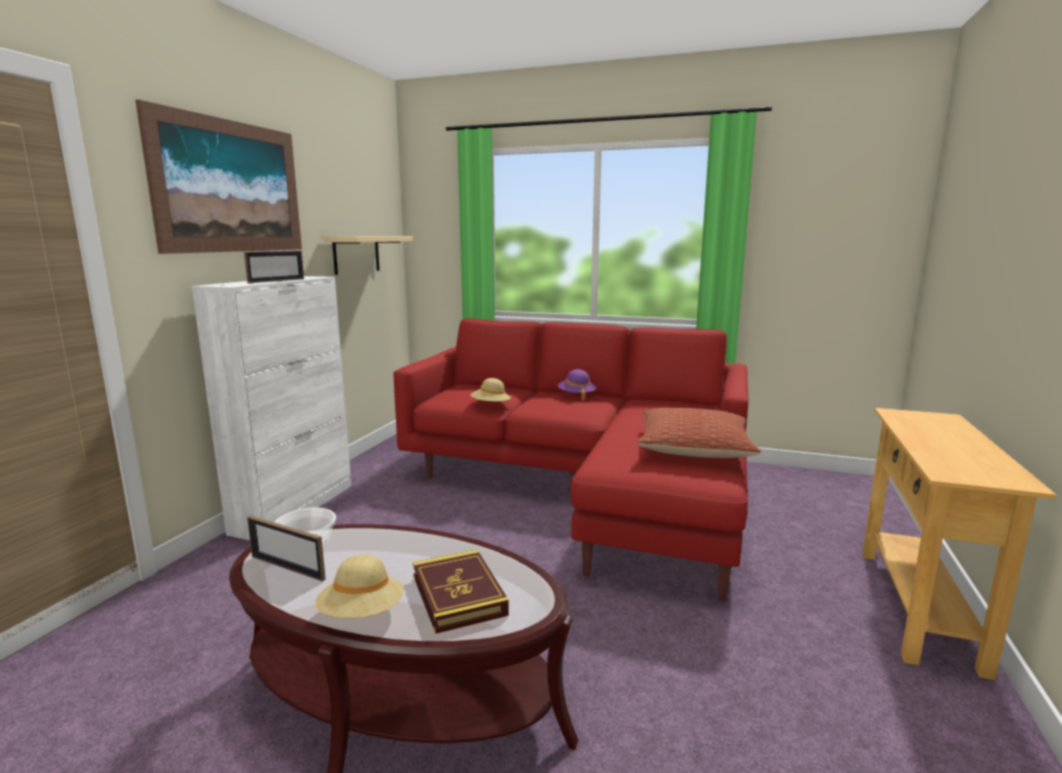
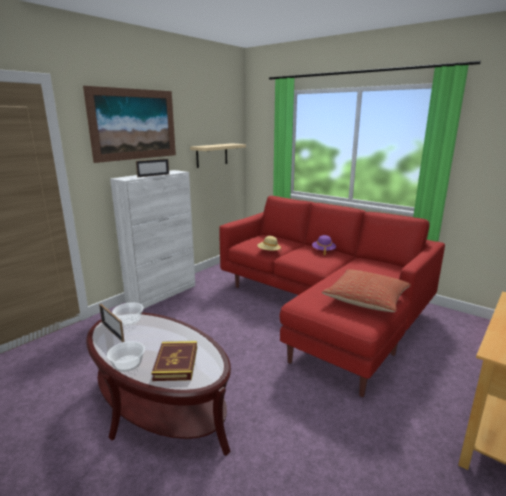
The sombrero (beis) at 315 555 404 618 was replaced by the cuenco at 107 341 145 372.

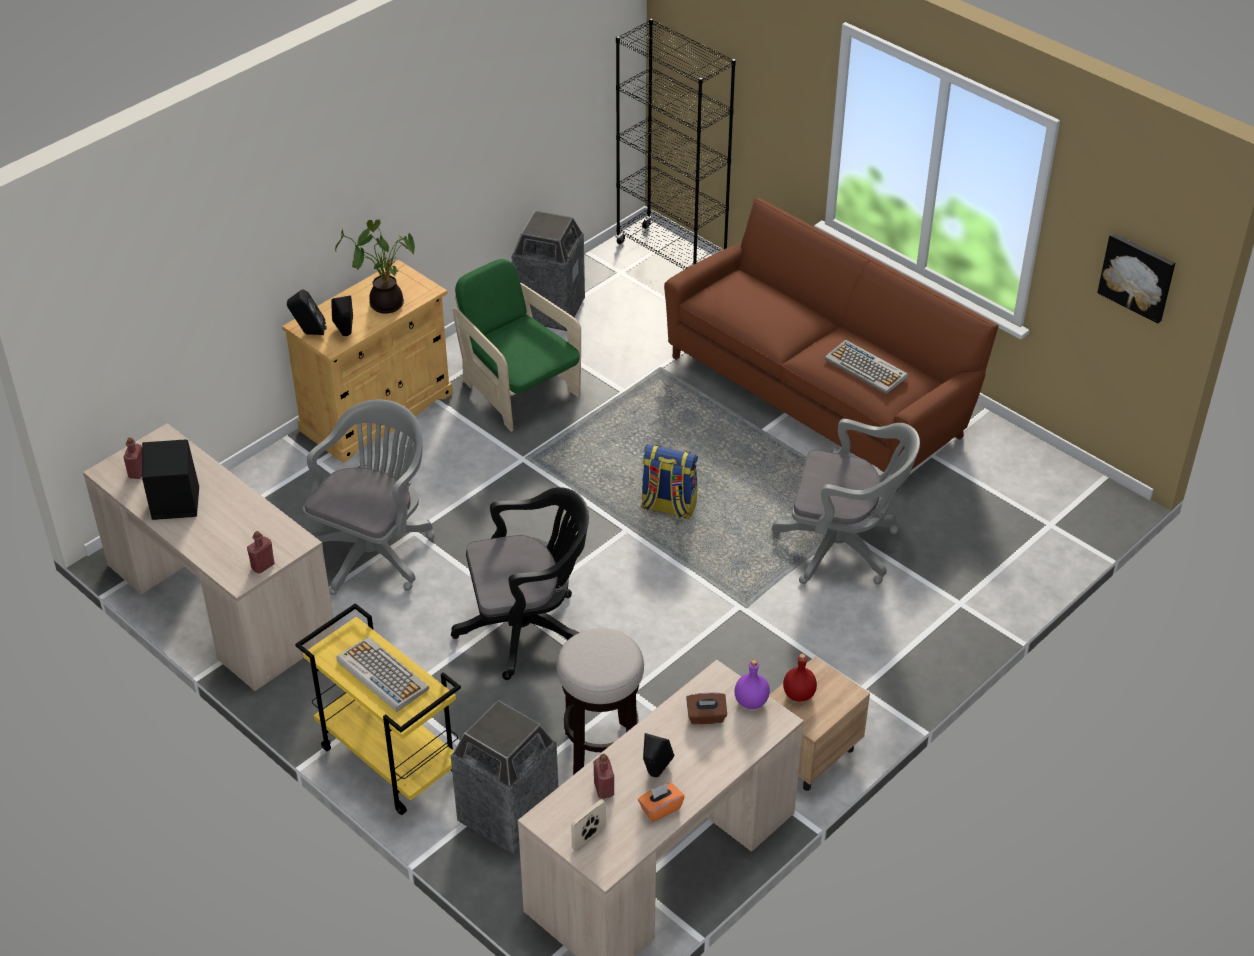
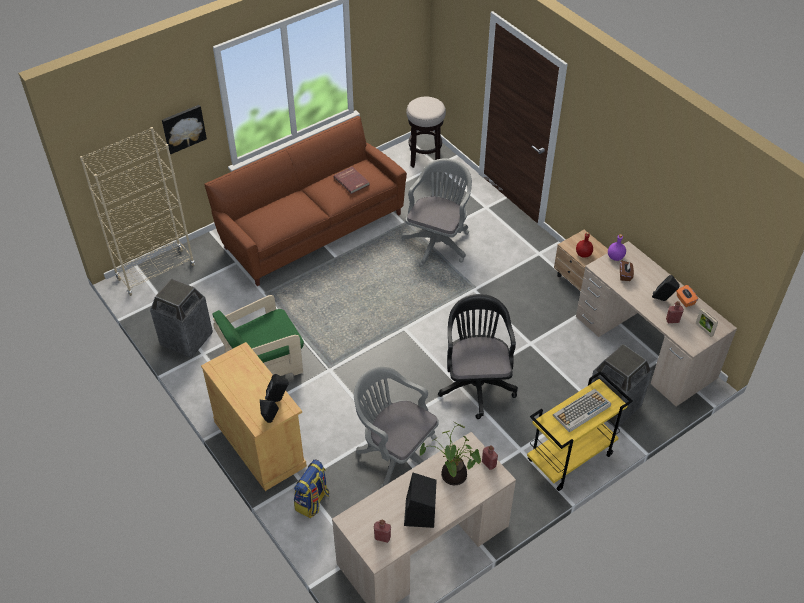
The estantería (negro) at 615 18 736 270 became the estantería (beis) at 80 127 195 296. The cuadro moved from 1097 233 1175 324 to 162 105 207 154. The mochila moved from 641 444 698 519 to 294 459 329 518. The teclado at 825 340 908 394 was replaced by the libro (rojo) at 334 167 370 194. The taburete moved from 557 628 644 775 to 406 97 446 168. The planta en maceta moved from 335 219 415 314 to 419 422 481 485.

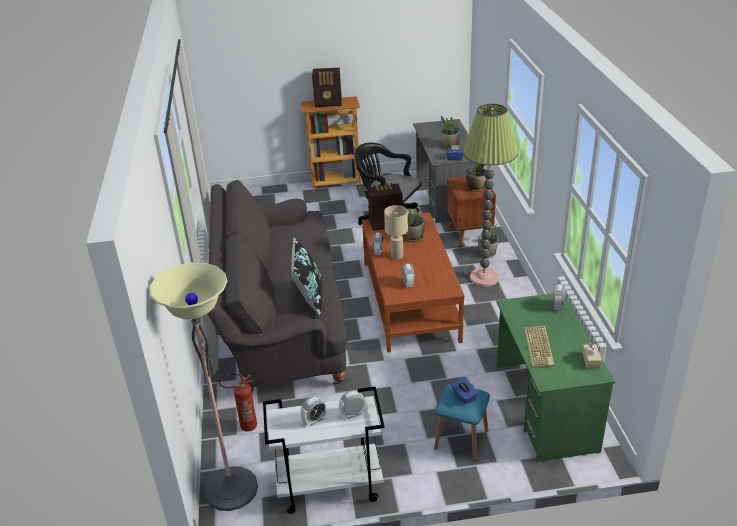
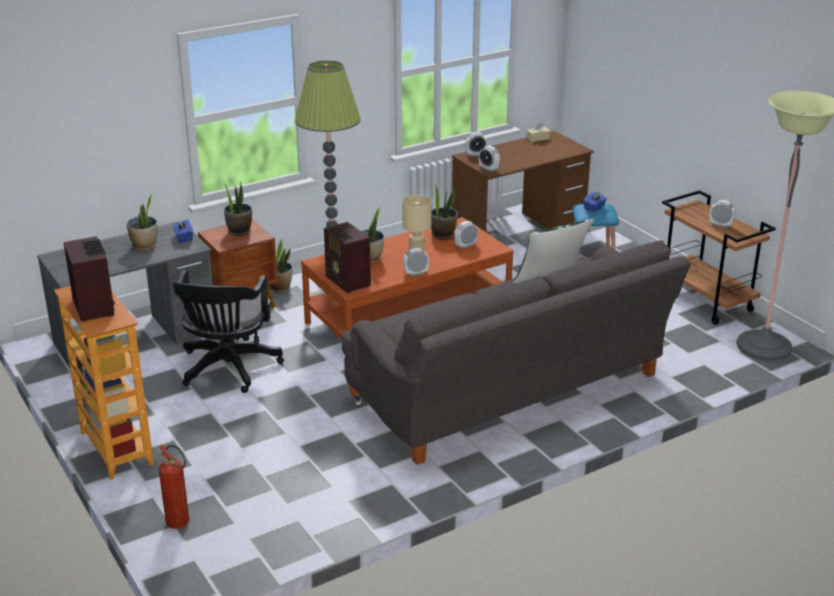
The extintor moved from 219 373 257 431 to 159 445 189 529. The planta en maceta at 431 185 458 240 appeared. The escritorio (verde) at 496 293 615 462 became the escritorio (marrón) at 452 131 594 232. The despertador moved from 339 390 366 419 to 479 145 500 172. The carrito (blanco) at 263 387 384 514 became the carrito (marrón) at 662 190 776 325. The teclado at 524 326 554 367 disappeared.

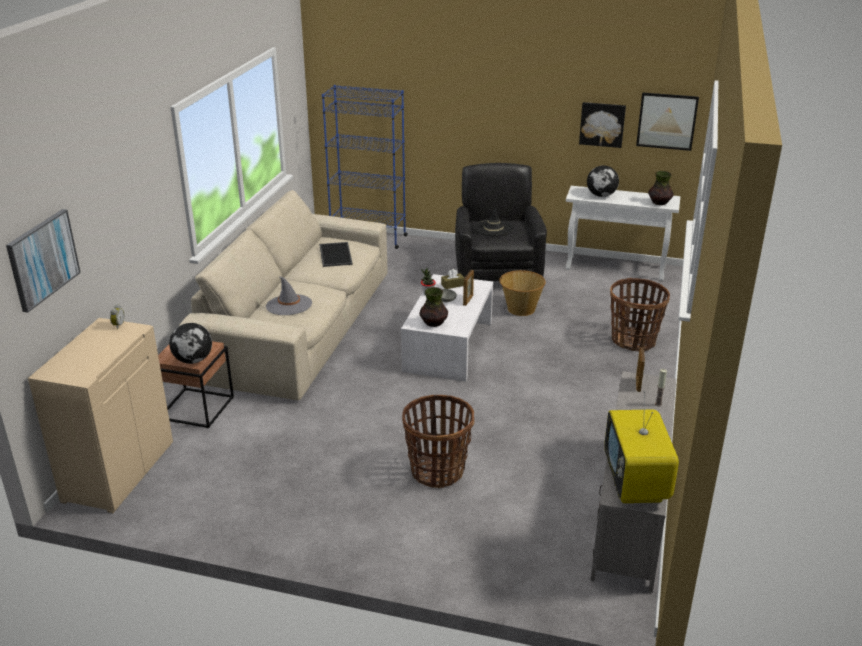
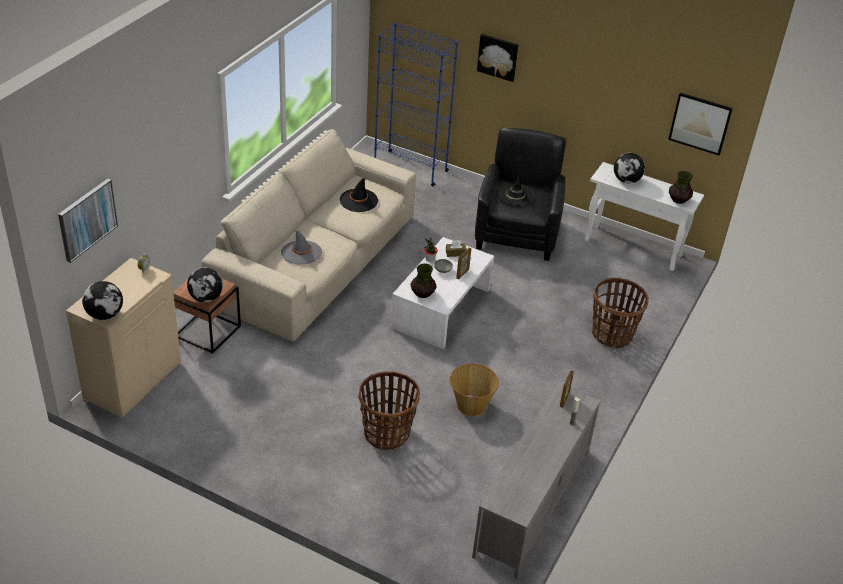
The globo terráqueo at 82 281 123 320 appeared. The bandeja at 319 242 353 267 was replaced by the sombrero (negro) at 340 178 378 212. The cesta moved from 499 270 546 316 to 450 363 499 416. The cuadro moved from 579 102 626 148 to 477 34 519 82. The televisor at 604 391 679 503 disappeared.

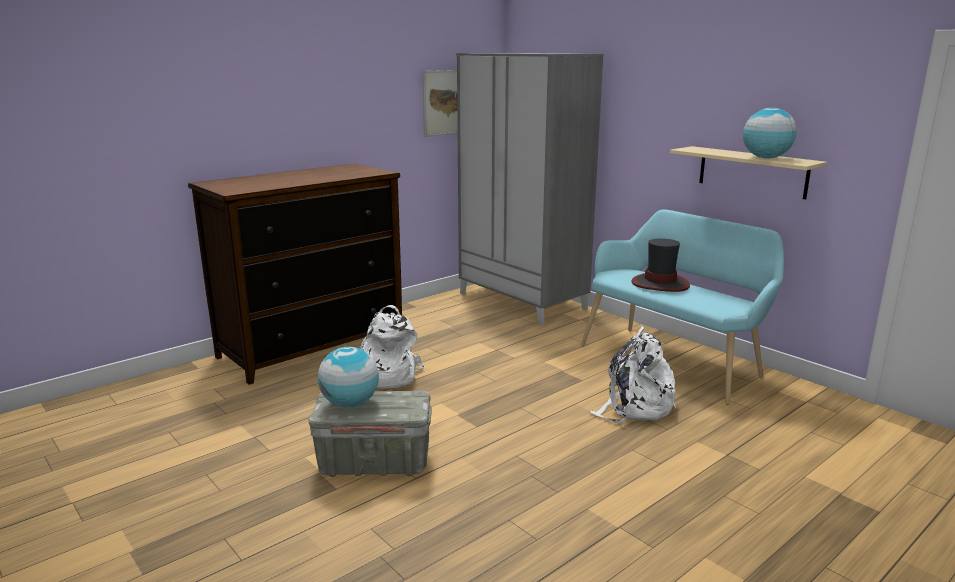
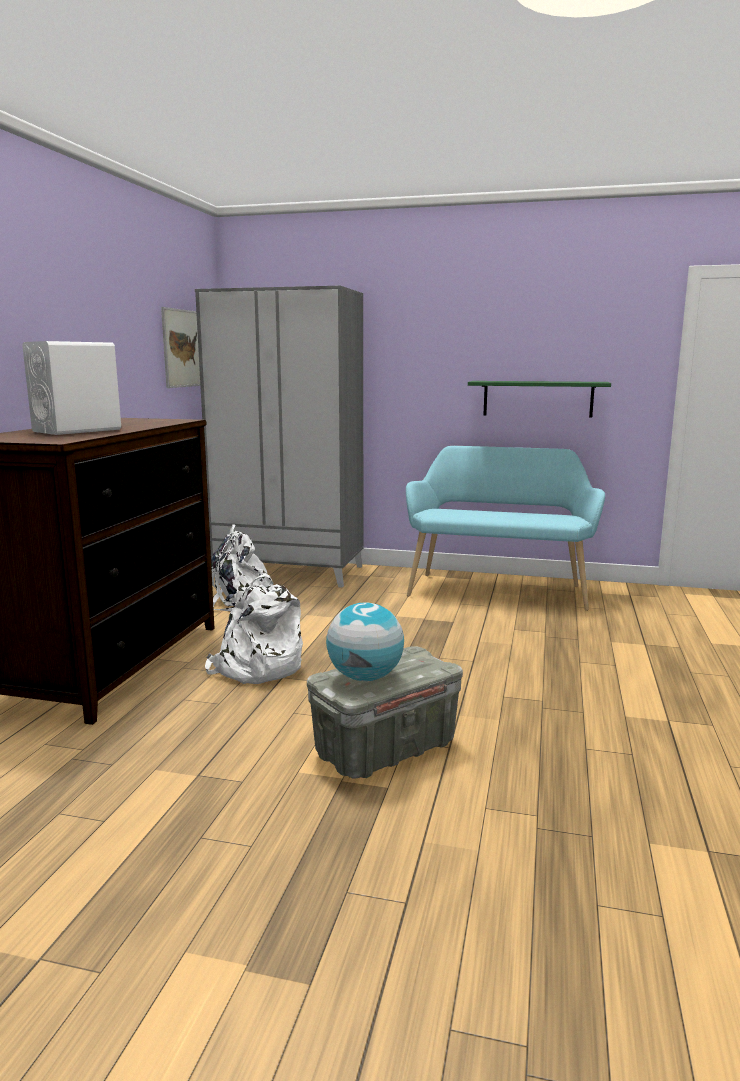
The altavoz (blanco) at 22 341 121 435 appeared. The mochila (blanco) moved from 590 326 676 424 to 211 524 271 611. The estante (beis) at 670 146 827 199 became the estante (verde) at 468 381 611 418. The sombrero at 631 238 690 292 disappeared. The globo terráqueo at 743 108 797 159 disappeared.

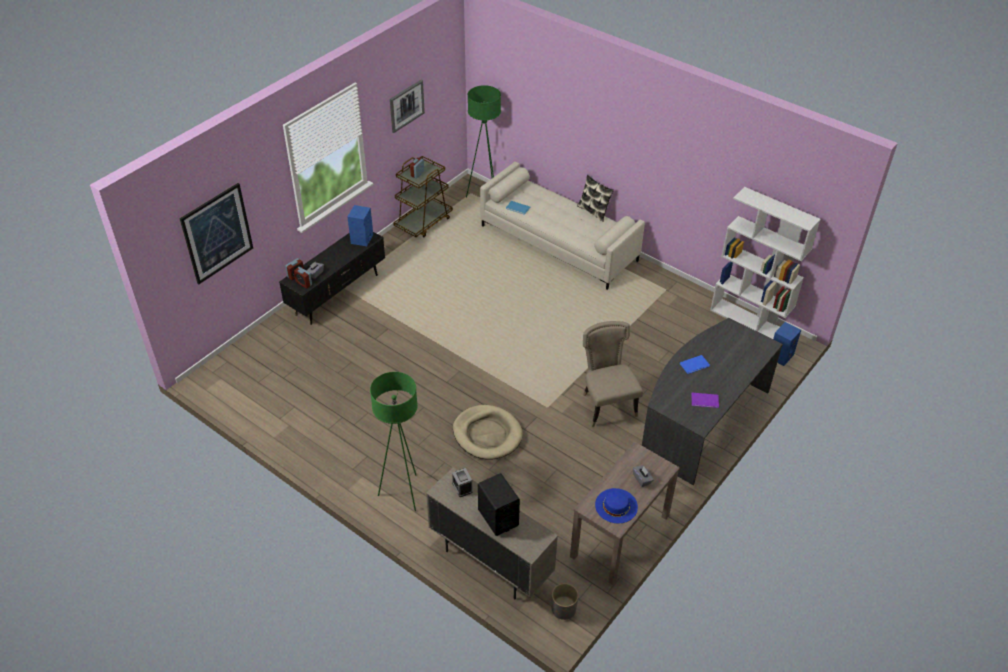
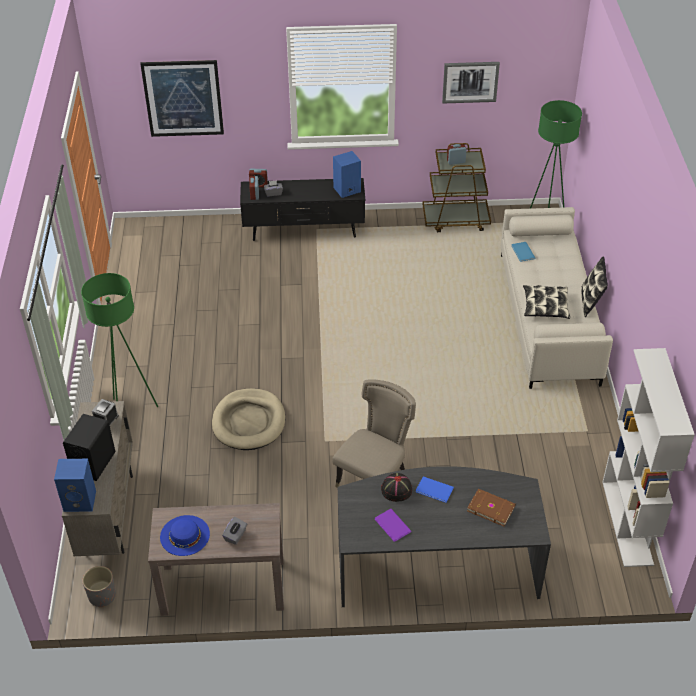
The altavoz (azul) moved from 773 322 801 366 to 54 459 96 512. The sombrero (negro) at 381 473 412 502 appeared. The libro (marrón) at 467 489 516 526 appeared. The cojín at 523 285 570 319 appeared.

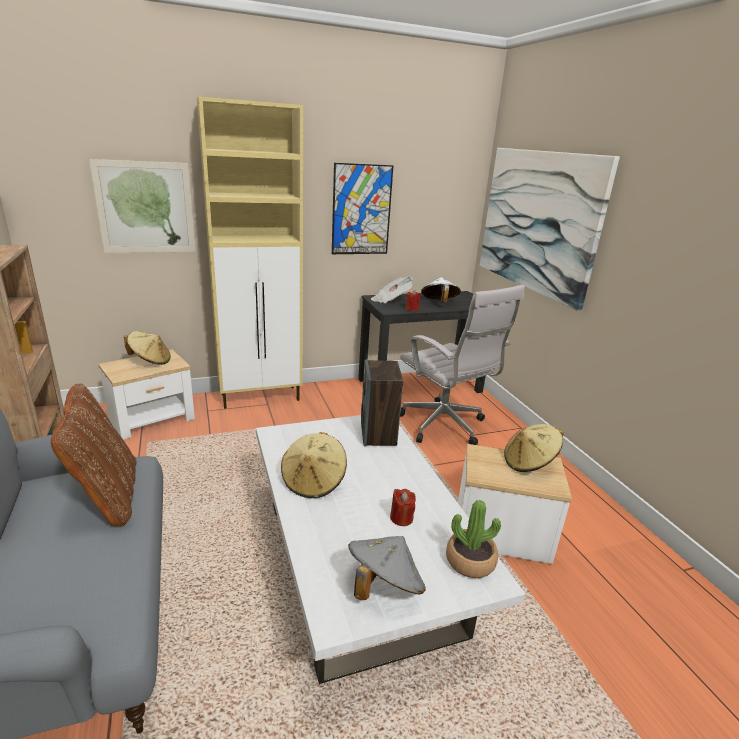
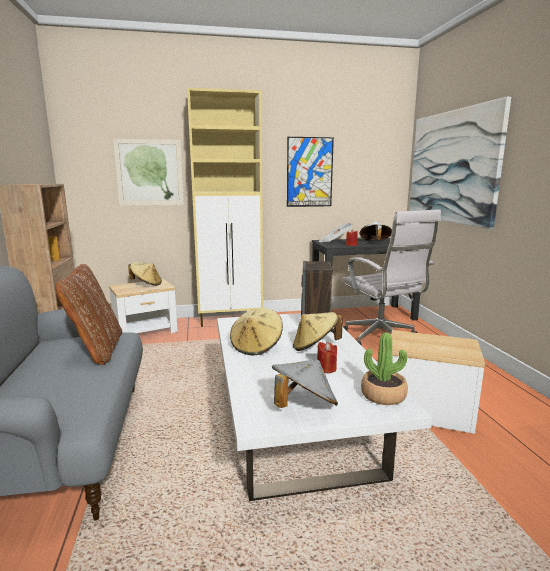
The sombrero (beis) moved from 504 424 564 472 to 293 312 342 351.

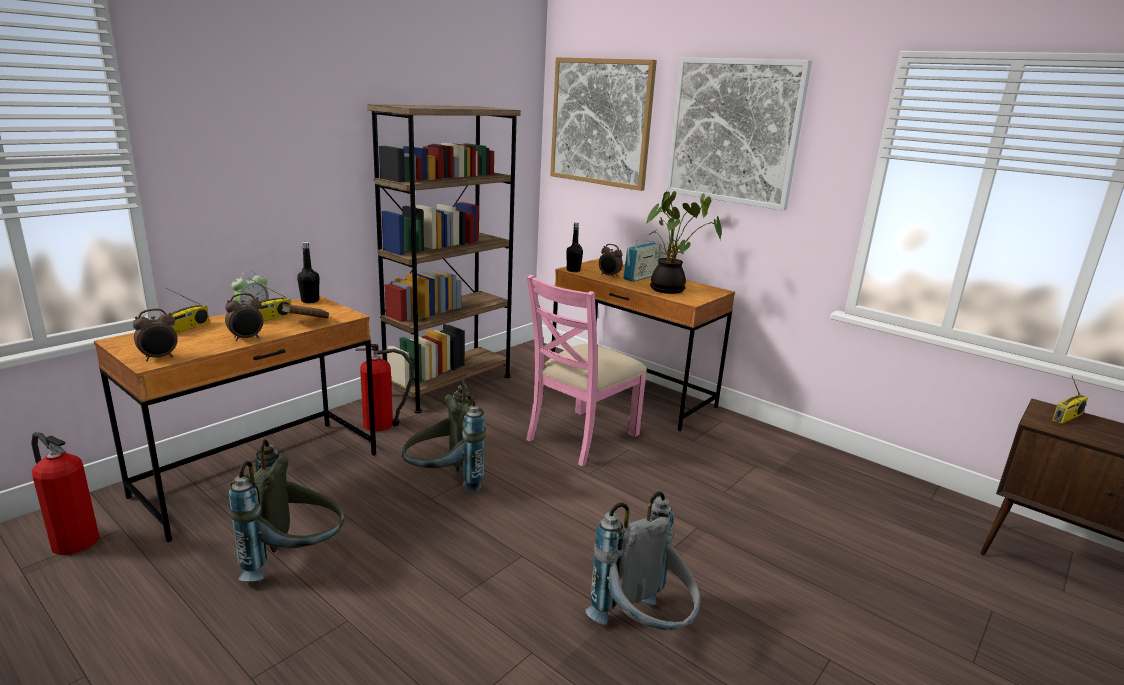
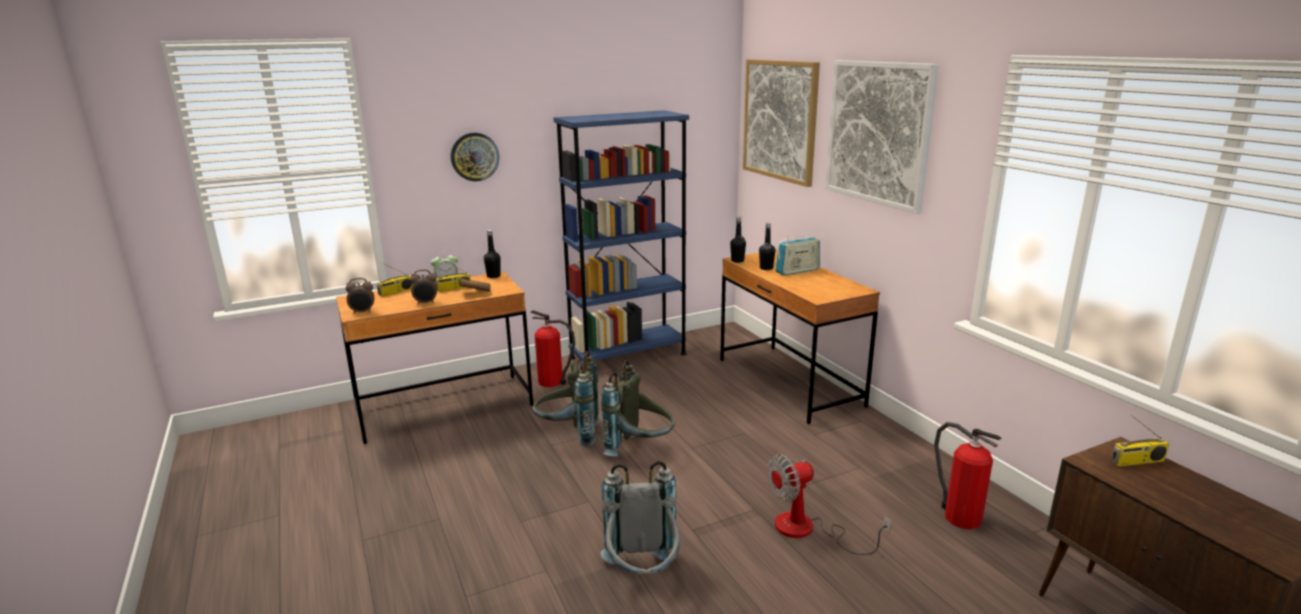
The reloj de pared at 451 132 499 182 appeared. The estantería (marrón) at 367 104 521 413 became the estantería (azul) at 553 110 689 361. The mochila (gris) moved from 229 439 345 581 to 601 360 675 457. The despertador at 599 244 623 278 was replaced by the botella (negro) at 759 223 775 270. The ventilador at 768 454 891 555 appeared. The extintor moved from 31 432 100 555 to 934 422 1001 530. The silla (rosa) at 526 274 647 466 disappeared. The planta en maceta at 646 191 722 294 disappeared.

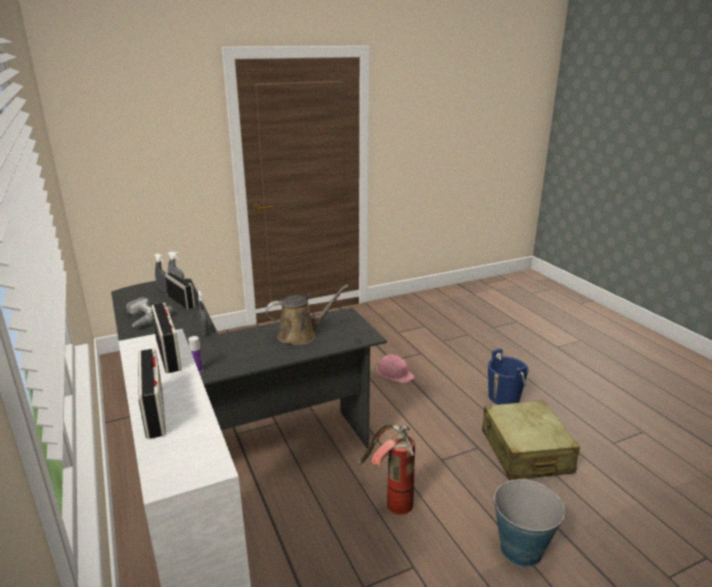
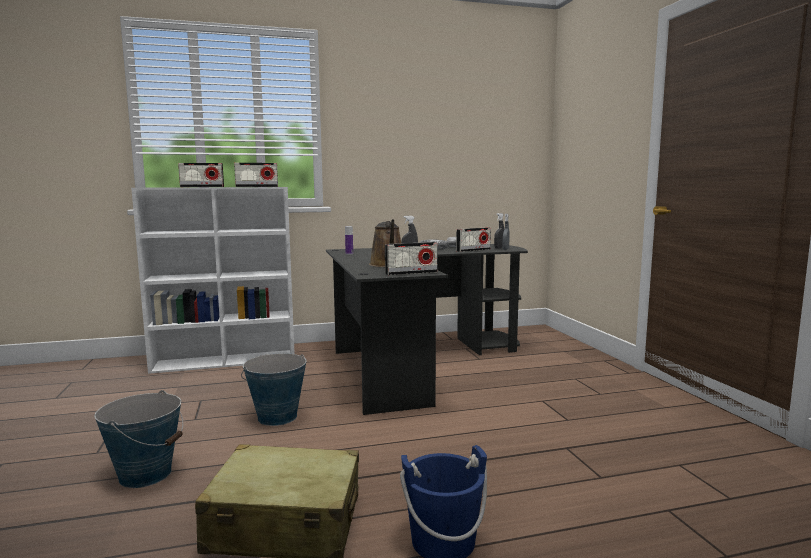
The extintor at 358 423 415 515 was replaced by the cubo at 241 353 306 426. The radio at 385 242 438 275 appeared. The casco (rosa) at 377 355 415 383 disappeared.

